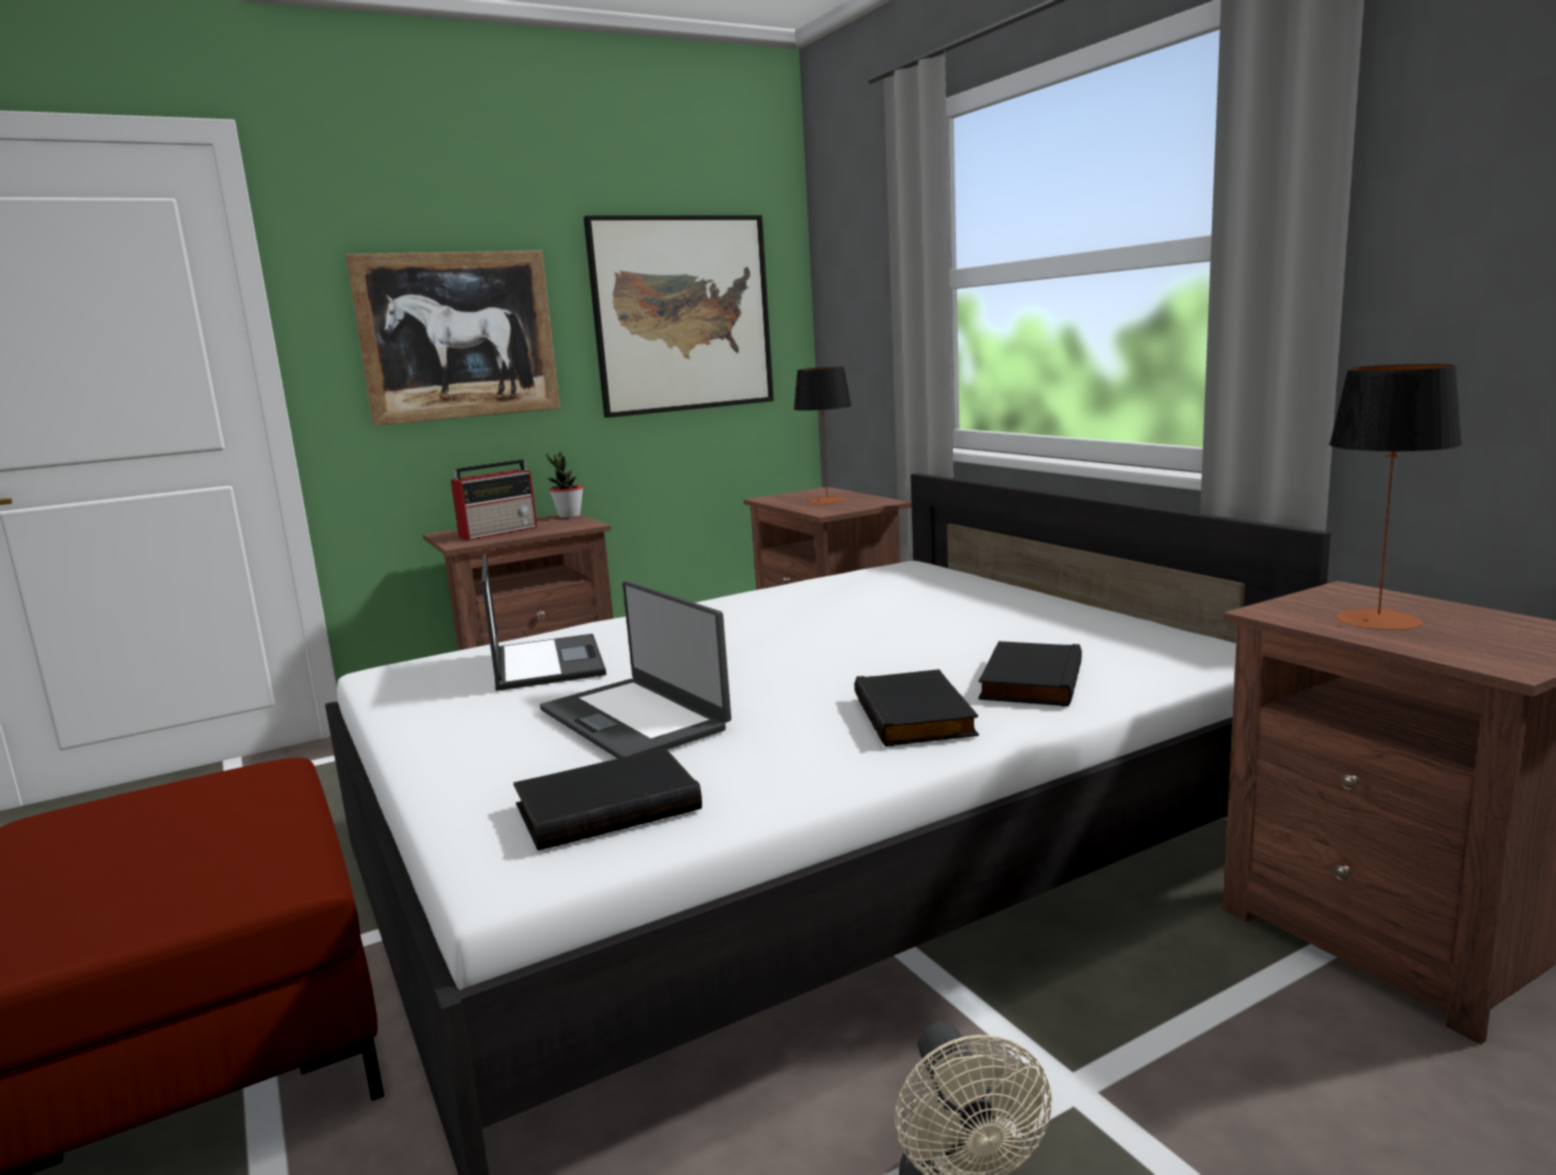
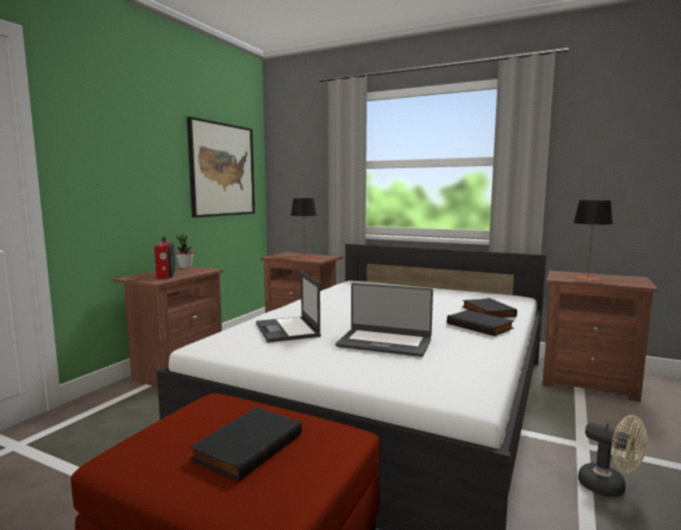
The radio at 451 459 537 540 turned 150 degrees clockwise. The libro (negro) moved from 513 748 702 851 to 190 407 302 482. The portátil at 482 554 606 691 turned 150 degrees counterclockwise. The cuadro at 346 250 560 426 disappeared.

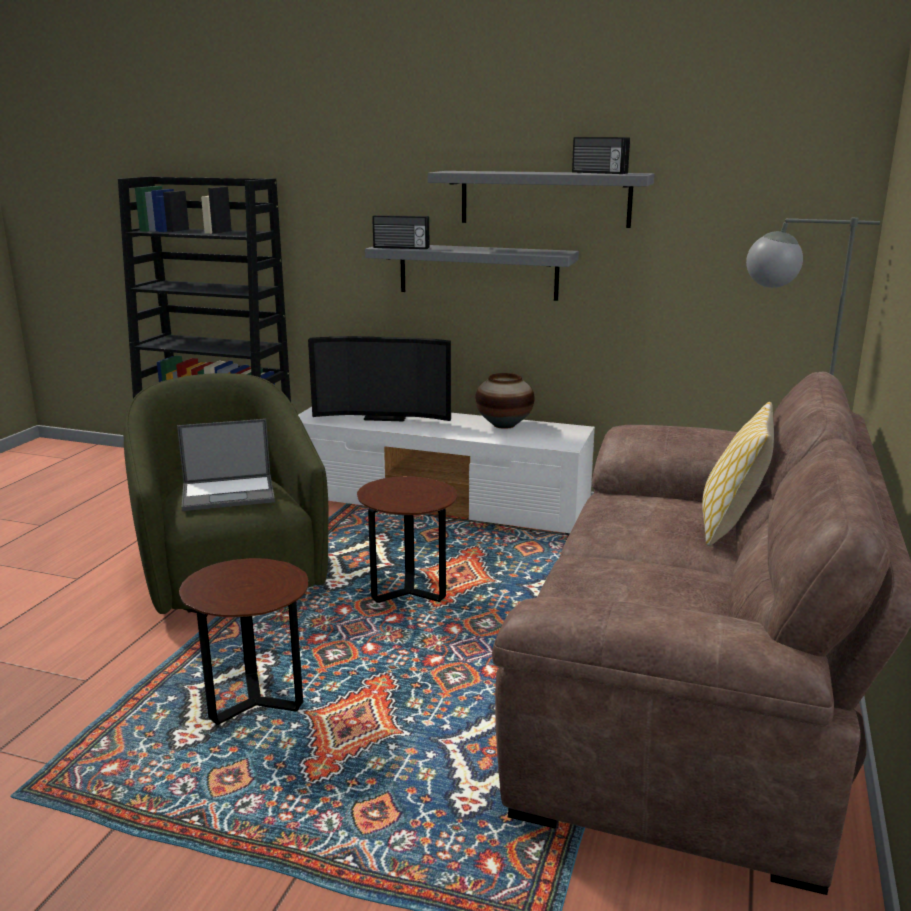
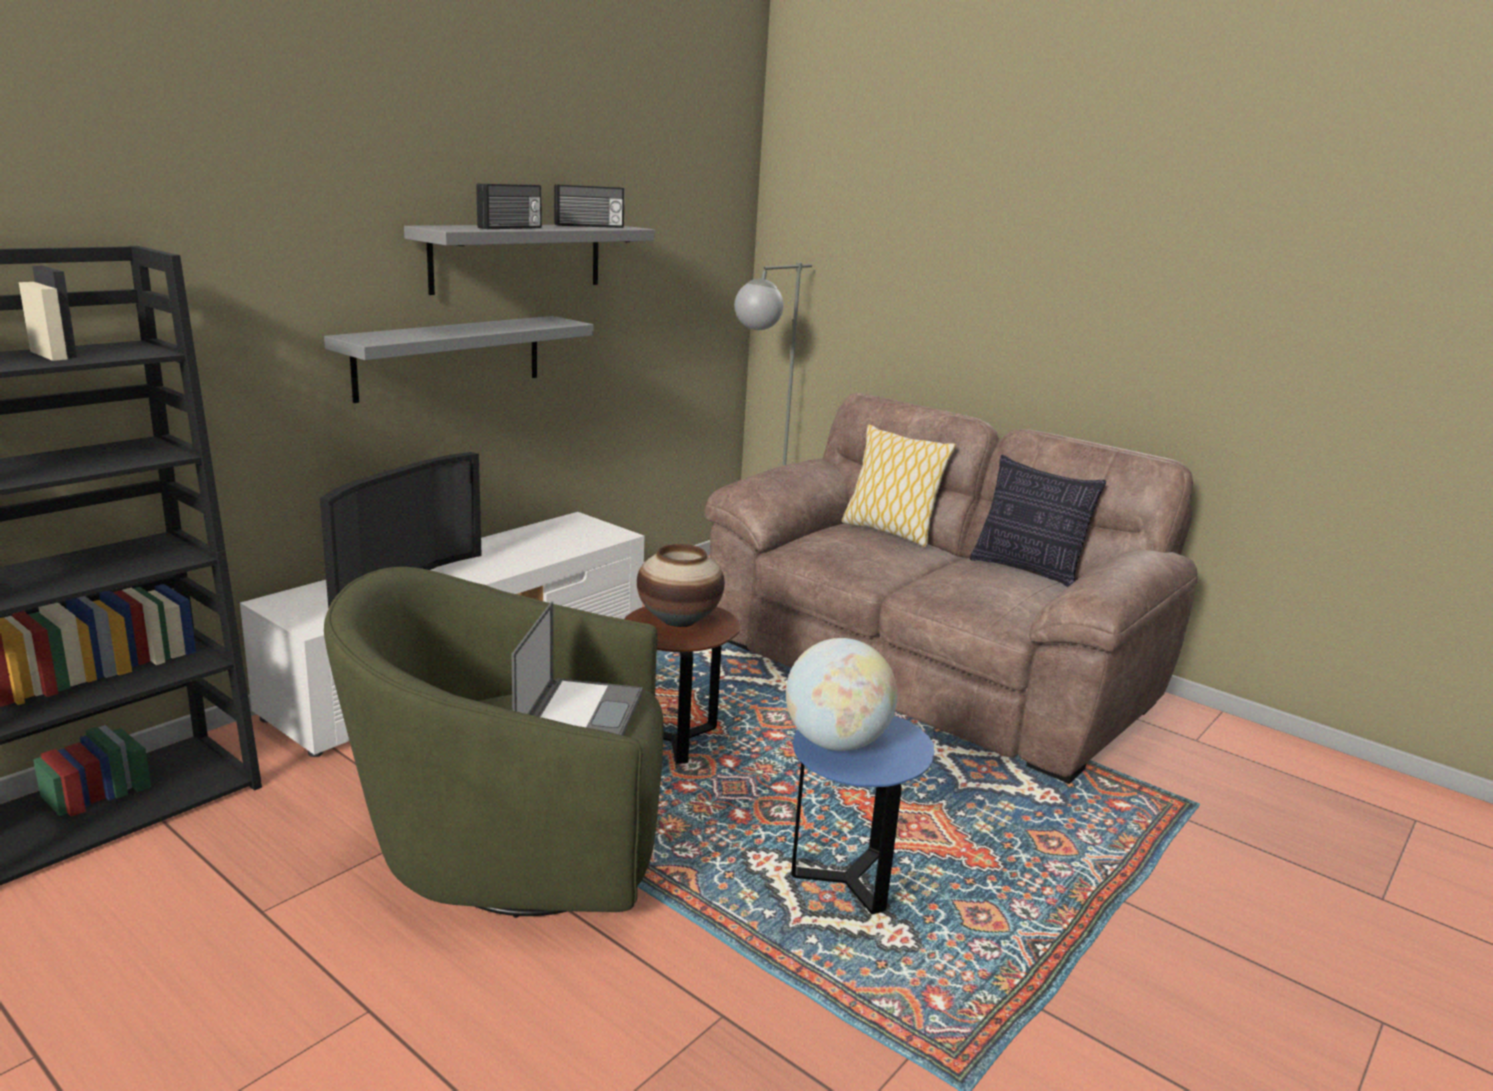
The radio moved from 372 215 429 249 to 476 183 542 229. The florero moved from 475 373 535 429 to 637 544 725 628. The globo terráqueo at 786 638 897 751 appeared. The mesa auxiliar (marrón) at 179 558 308 725 became the mesa auxiliar (azul) at 791 715 934 915. The cojín at 970 455 1106 587 appeared.

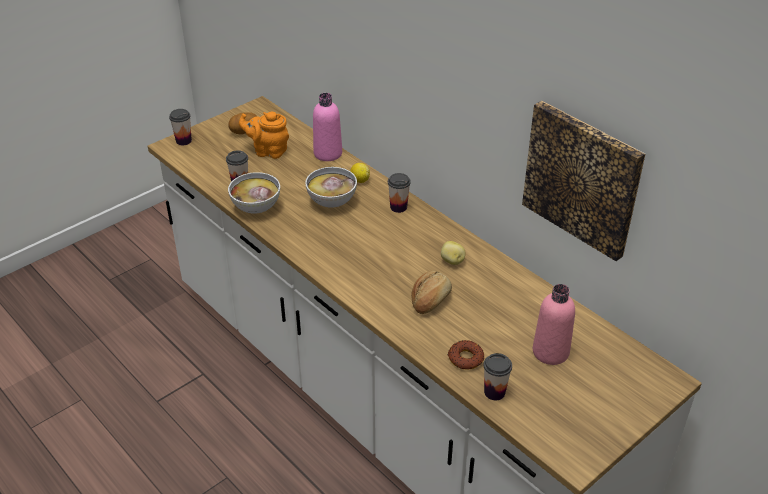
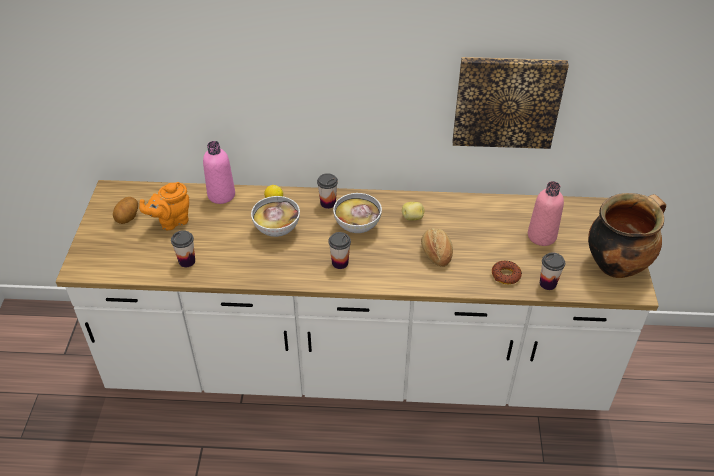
The taza moved from 169 109 192 145 to 328 232 351 269. The cuenco moved from 228 172 280 214 to 333 193 382 233. The olla at 588 193 666 278 appeared.

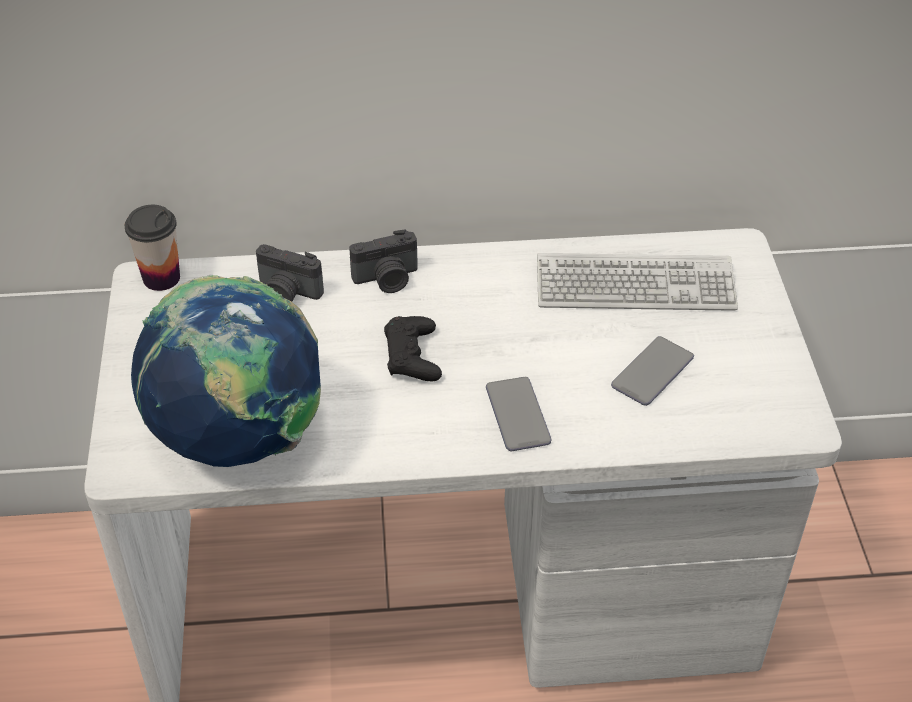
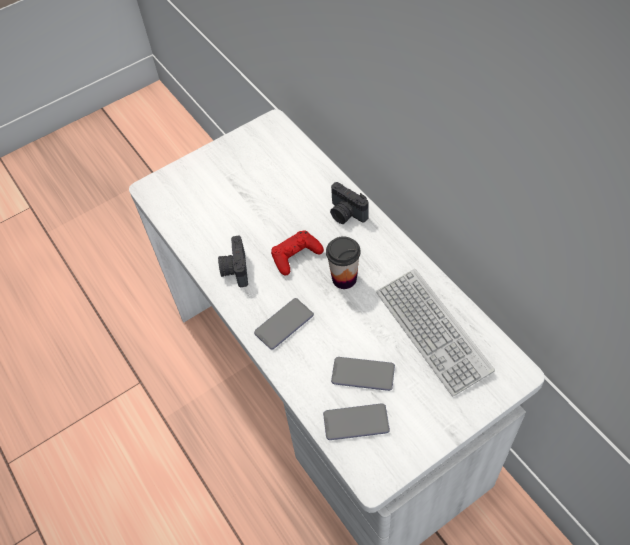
The cámara moved from 256 244 324 302 to 218 236 248 287. The mando de consola (negro) at 384 316 442 381 became the mando de consola (rojo) at 271 230 324 276. The móvil at 323 403 390 440 appeared. The taza moved from 125 205 180 291 to 326 236 361 289. The globo terráqueo at 131 275 321 467 disappeared.

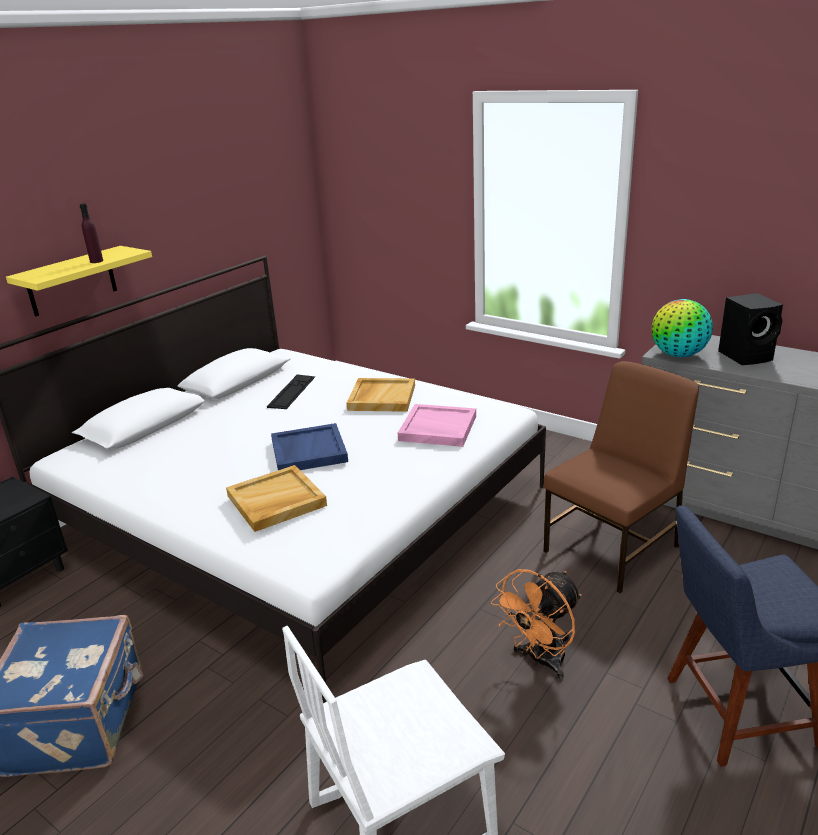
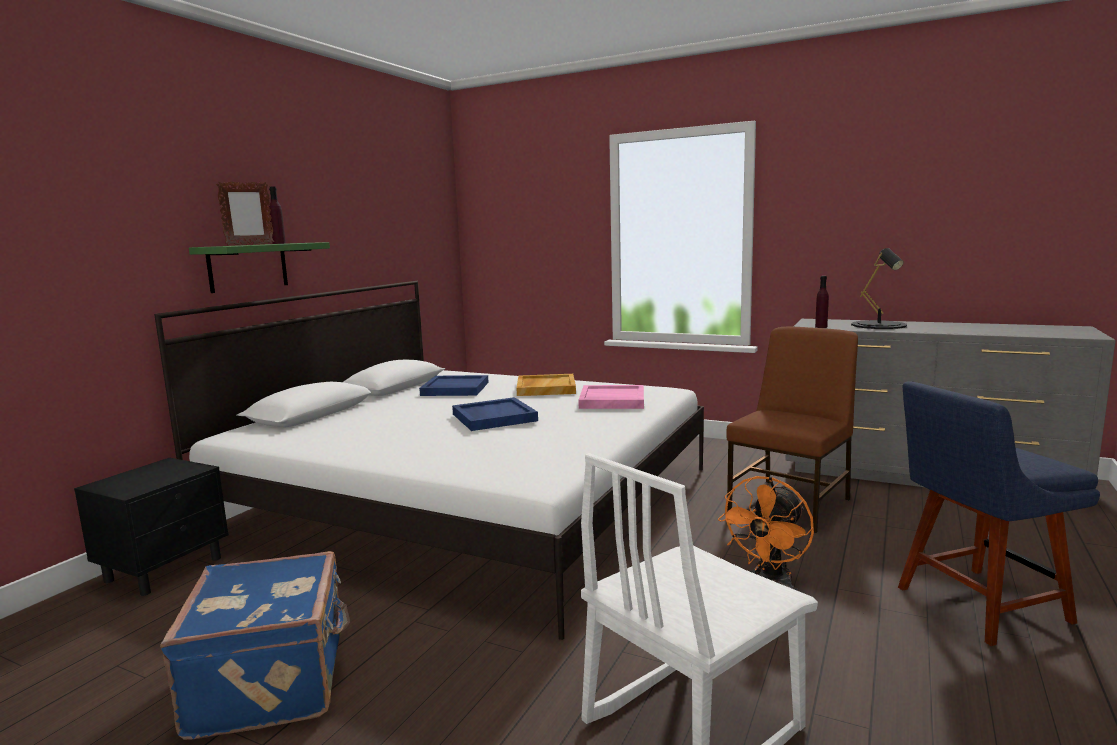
The estante (amarillo) at 6 246 152 316 became the estante (verde) at 189 242 330 293. The portarretratos at 216 181 274 245 appeared. The teclado at 267 375 315 409 was replaced by the bandeja (azul) at 419 375 489 396. The globo terráqueo at 652 299 713 357 was replaced by the botella (morado) at 815 276 829 328. The altavoz (negro) at 718 293 783 365 was replaced by the lámpara de mesa (negro) at 851 248 907 329. The bandeja (beis) at 226 465 327 532 disappeared.

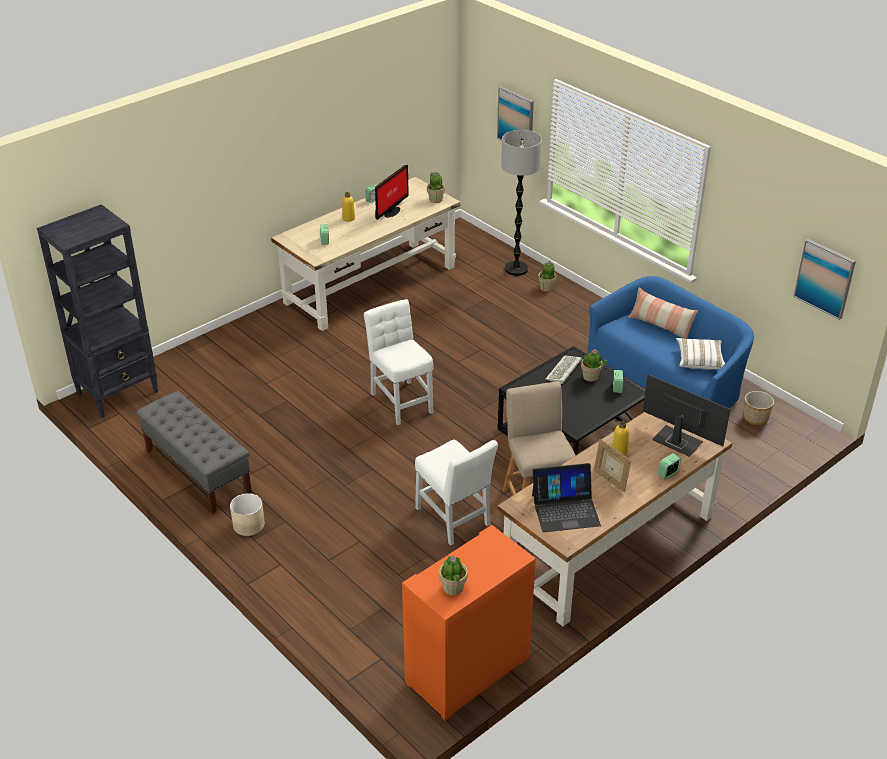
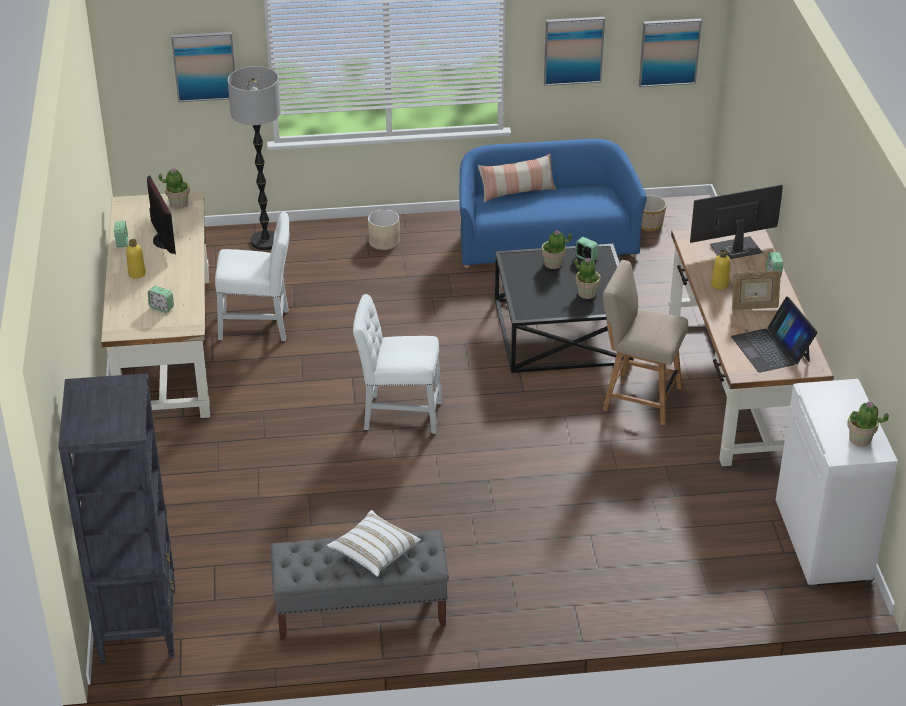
The silla (blanco) moved from 415 440 498 545 to 215 212 290 341. The cojín (blanco) moved from 676 338 725 370 to 327 510 421 577. The maceta (beis) moved from 230 493 265 536 to 368 209 400 250. The cuadro at 544 17 605 86 appeared. The planta en maceta moved from 538 261 556 292 to 574 258 601 299. The portátil at 532 463 601 532 turned 135 degrees clockwise. The armario (naranja) at 402 525 536 721 became the armario (blanco) at 776 379 898 587. The teclado at 545 355 582 384 disappeared.

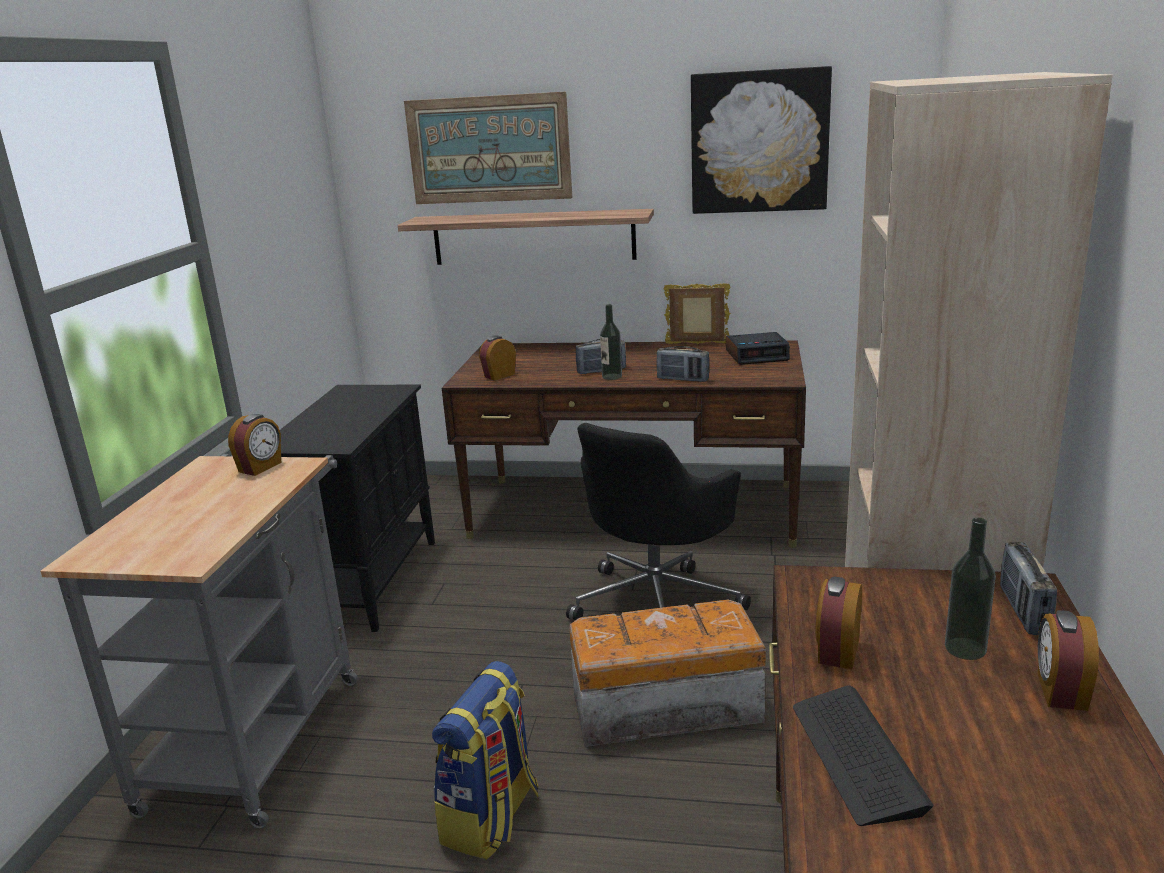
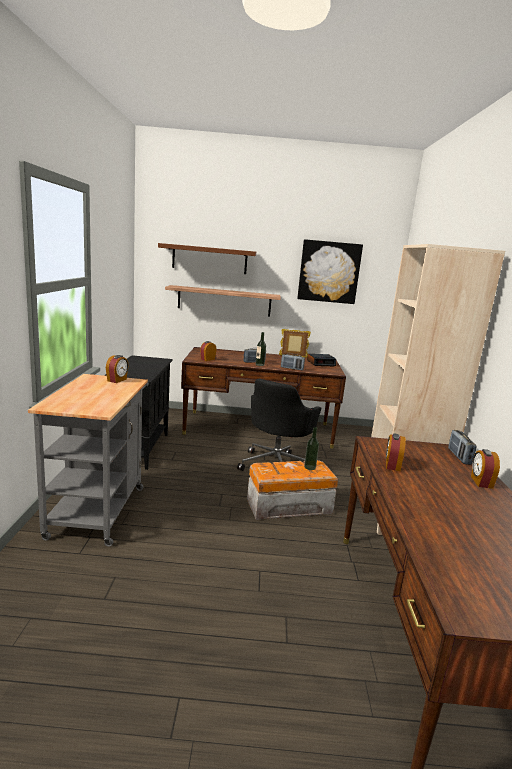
The cuadro at 404 92 572 204 was replaced by the estante (marrón) at 158 243 256 274. The botella moved from 945 518 996 660 to 304 427 319 470. The mochila at 432 661 539 860 disappeared. The teclado at 793 685 934 826 disappeared.

